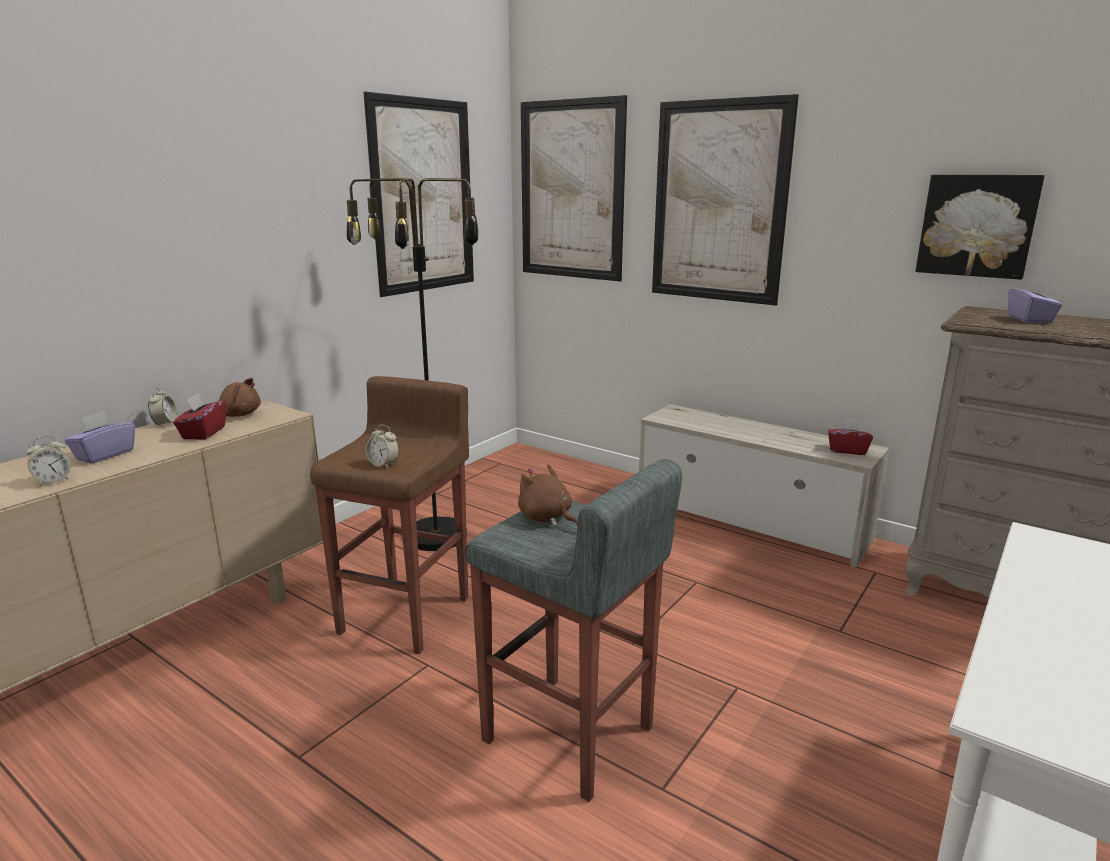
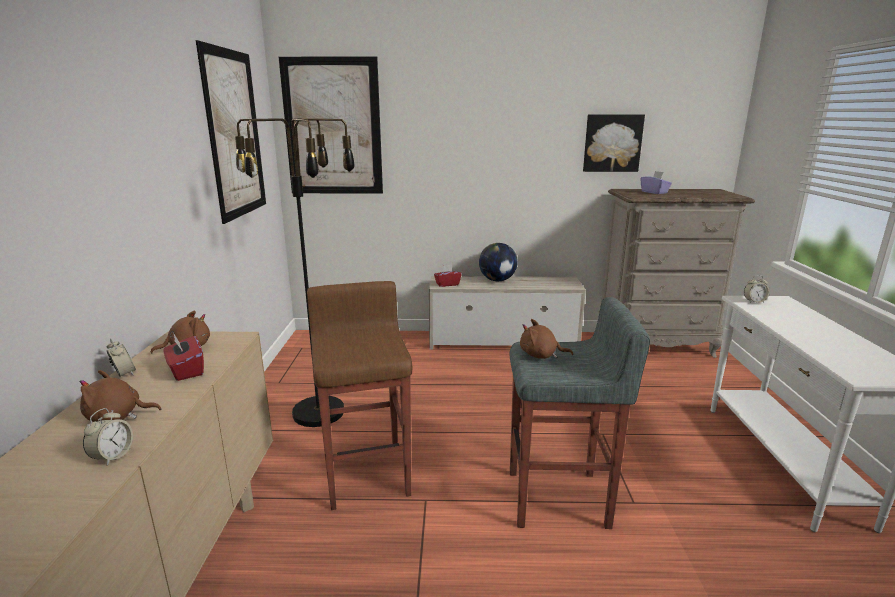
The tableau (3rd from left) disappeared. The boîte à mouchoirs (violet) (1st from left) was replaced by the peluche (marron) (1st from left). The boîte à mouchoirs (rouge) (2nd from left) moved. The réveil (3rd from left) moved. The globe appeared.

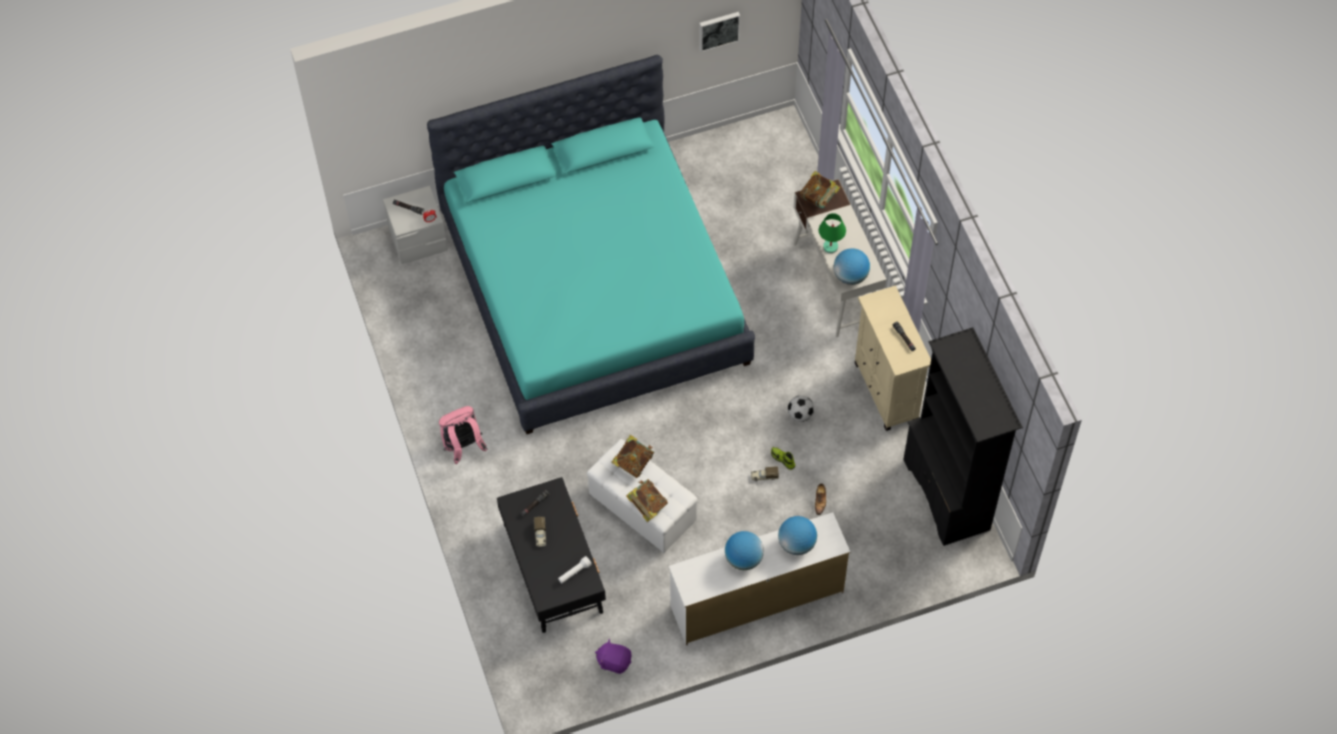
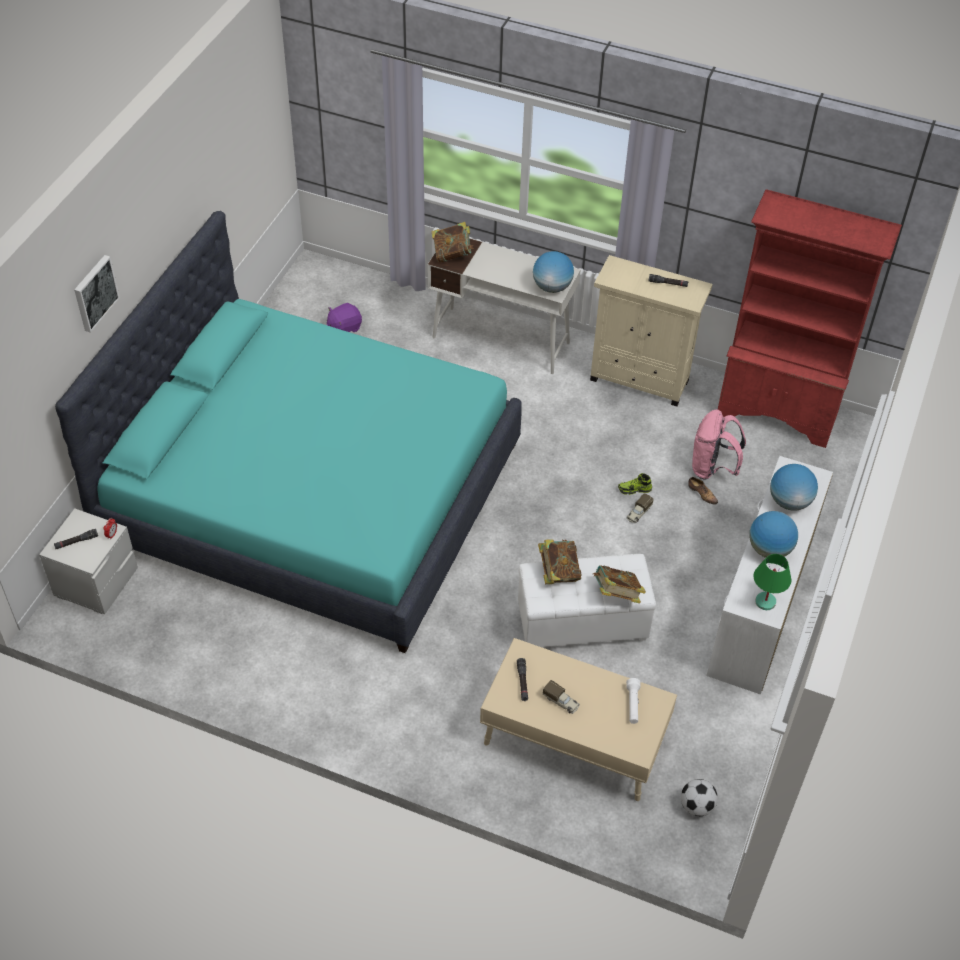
The tableau moved. The lampe de table (vert) moved. The bibliothèque (noir) became the bibliothèque (rouge). The ballon de foot moved. The sac à dos (rose) moved. The table basse (noir) became the table basse (beige). The peluche (violet) moved.

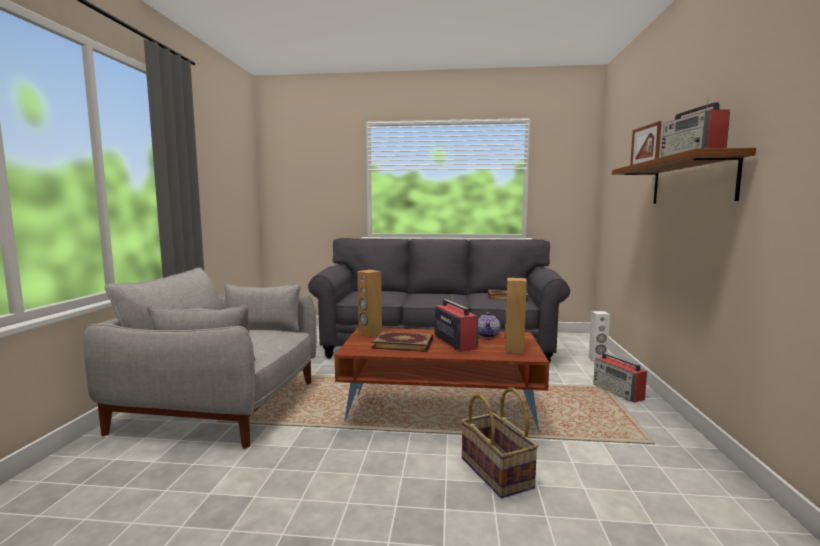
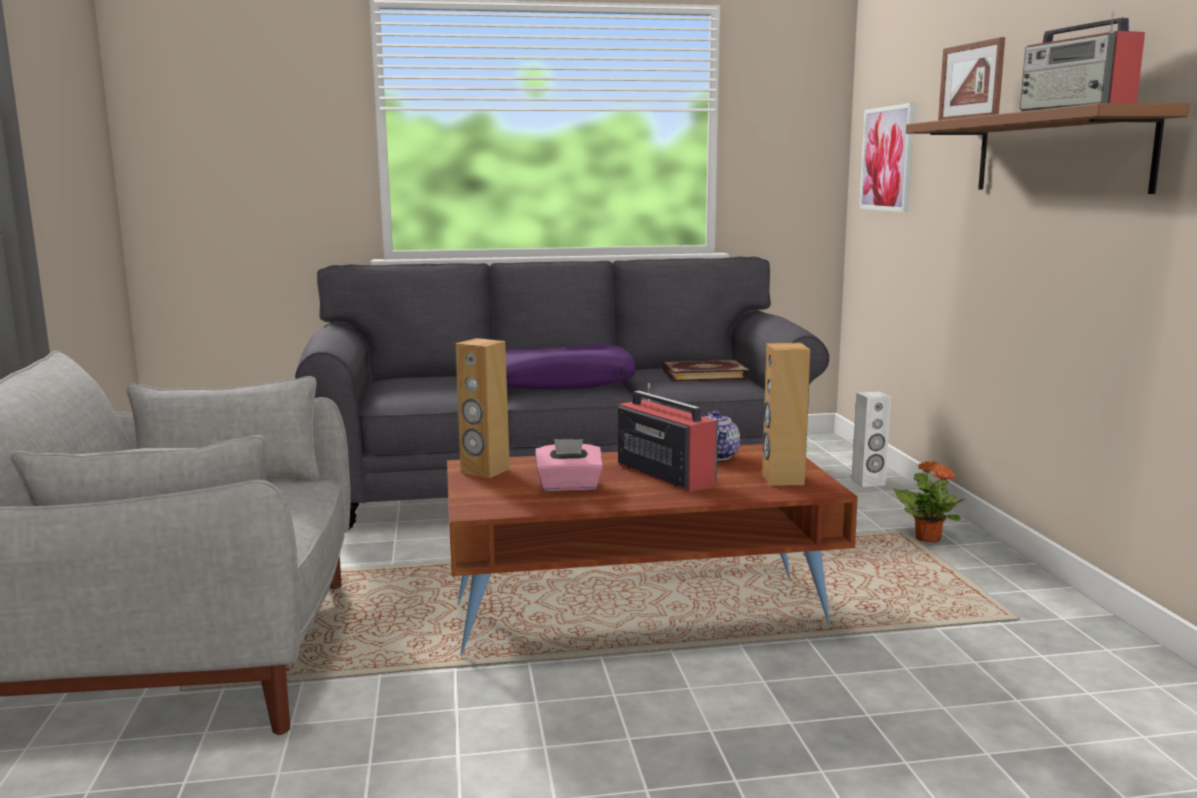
The livre (1st from left) was replaced by the boîte à mouchoirs (rose). The radio (2nd from left) was replaced by the plante en pot. The panier disappeared. The tableau appeared. The coussin (violet) appeared.

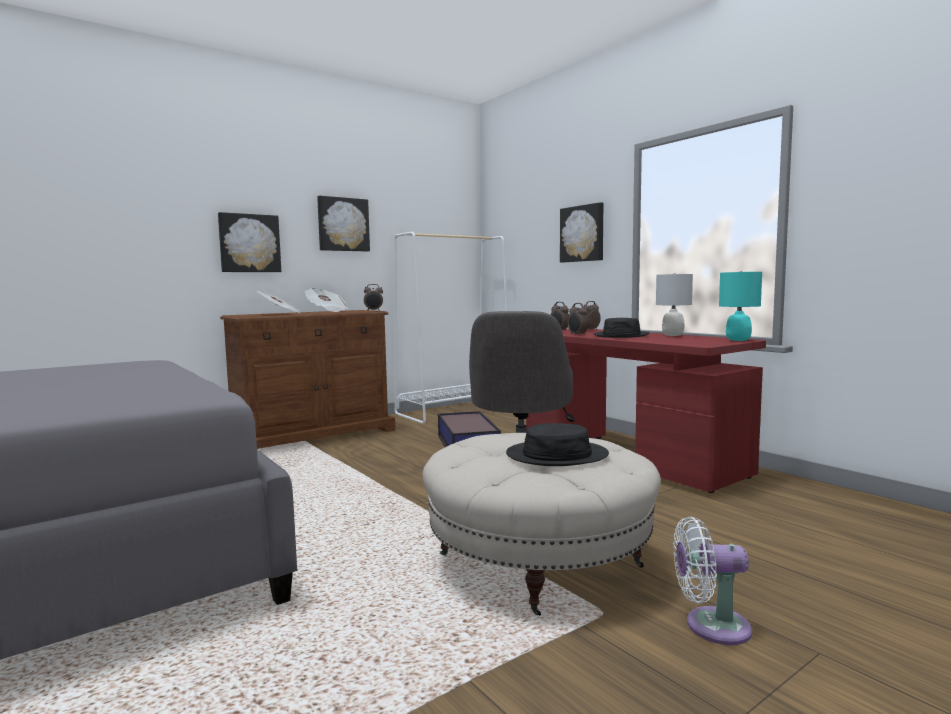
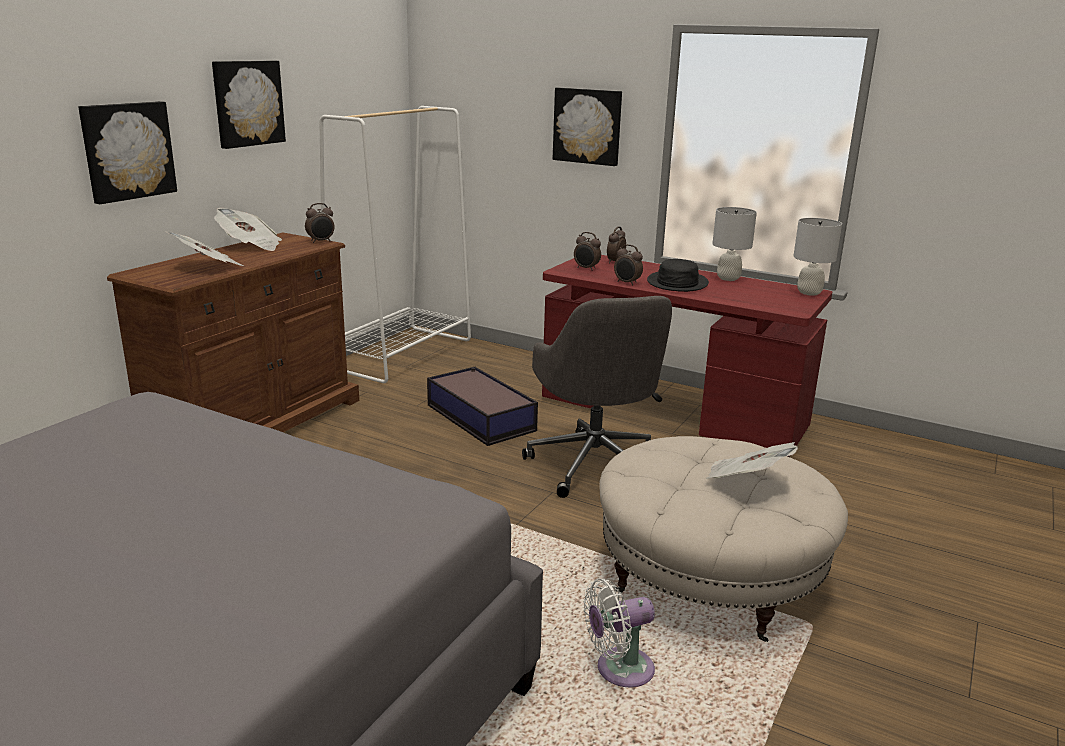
The lampe de table (turquoise) became the lampe de table (gris) (2nd from left). The chapeau (noir) (1st from left) was replaced by the journal (3rd from left). The ventilateur (blanc) moved.

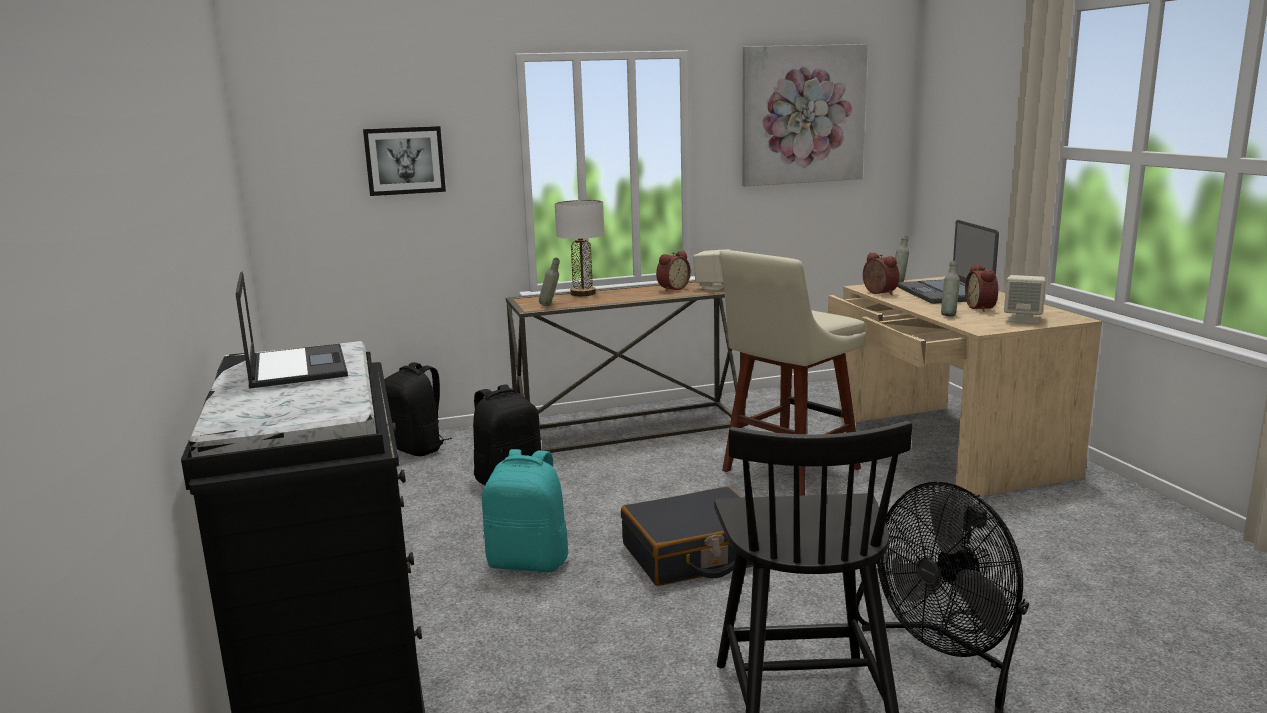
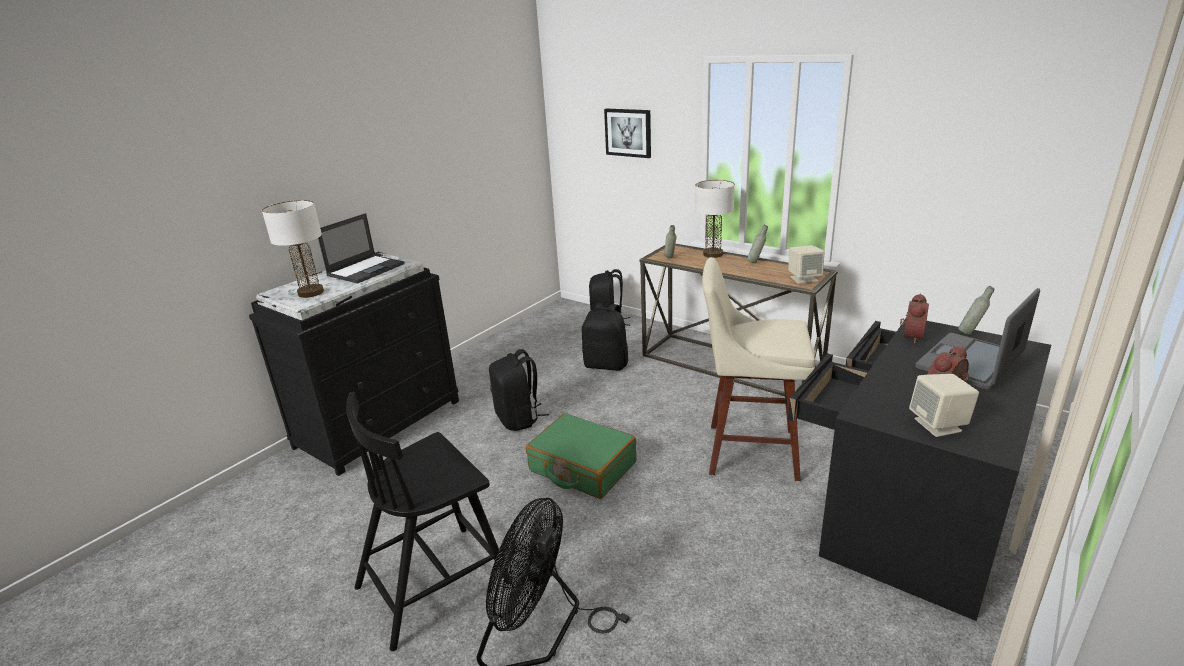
The tableau (2nd from left) disappeared. The réveil (1st from left) disappeared. The bouteille (gris) (3rd from left in the first image) moved. The bureau (beige) became the bureau (noir). The sac à dos (turquoise) became the sac à dos (noir) (1st from left). The valise (noir) became the valise (vert). The lampe de table (1st from left) appeared.

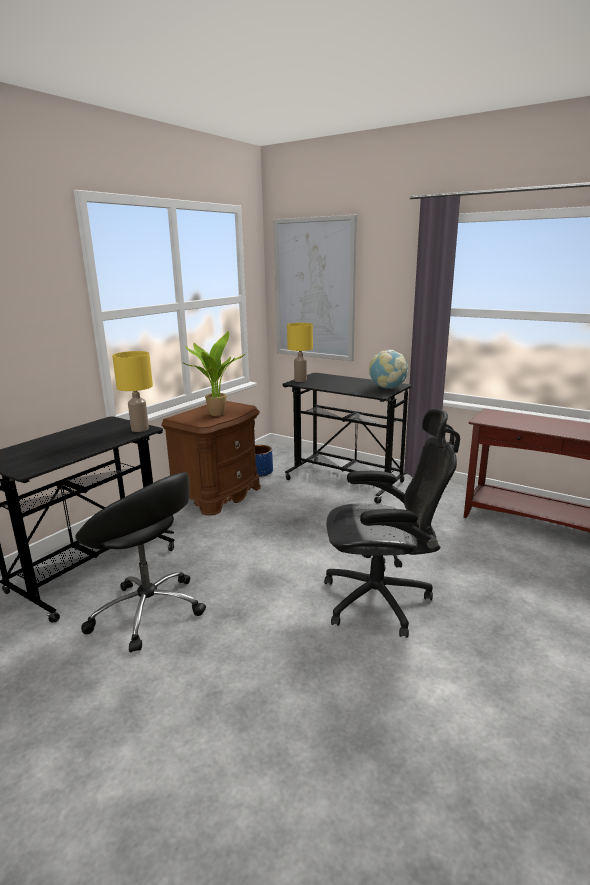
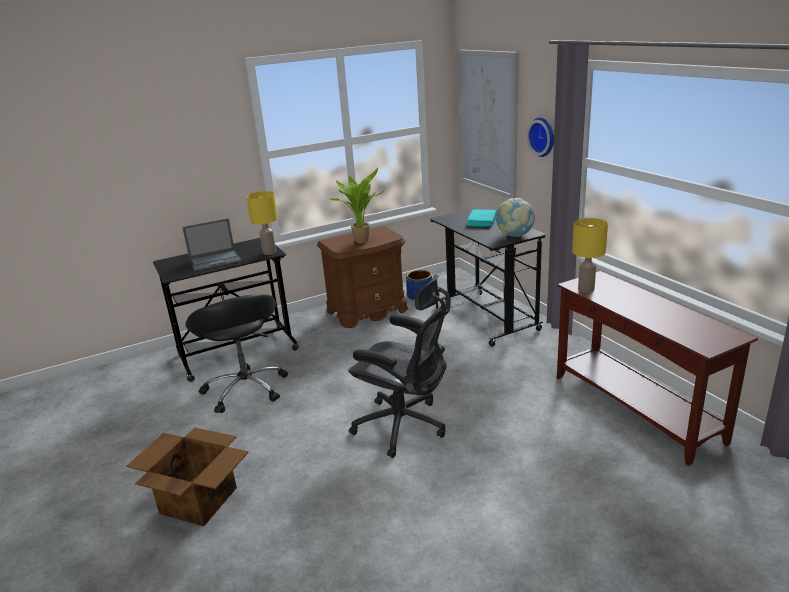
The lampe de table (jaune) (2nd from left) moved. The horloge murale appeared. The livre (turquoise) appeared. The ordinateur portable appeared. The carton appeared.

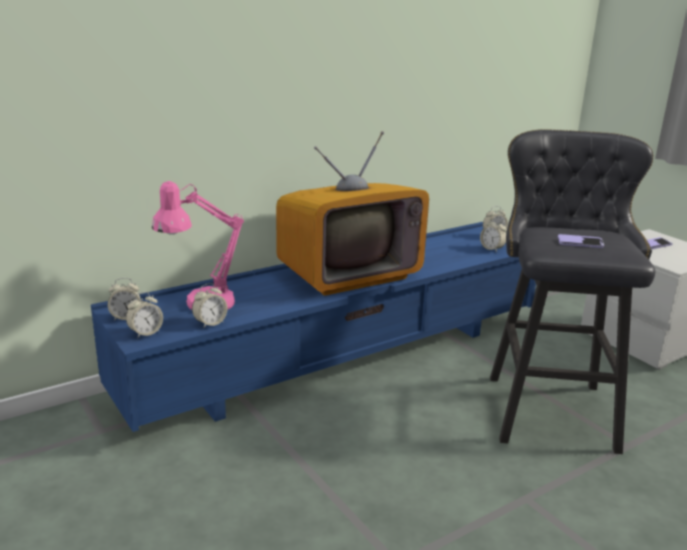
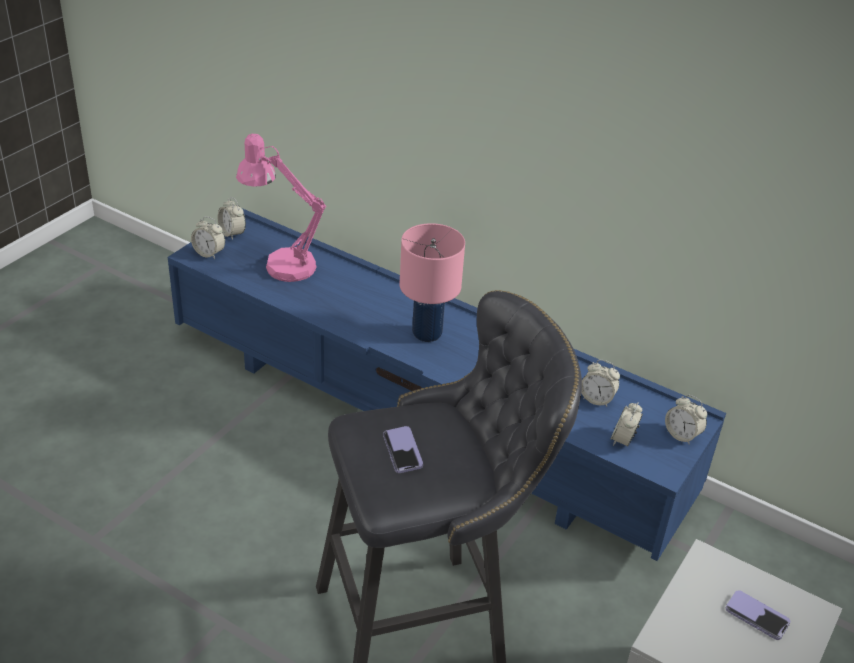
The téléviseur was replaced by the lampe de table (rose) (2nd from left). The réveil (3rd from left) moved.

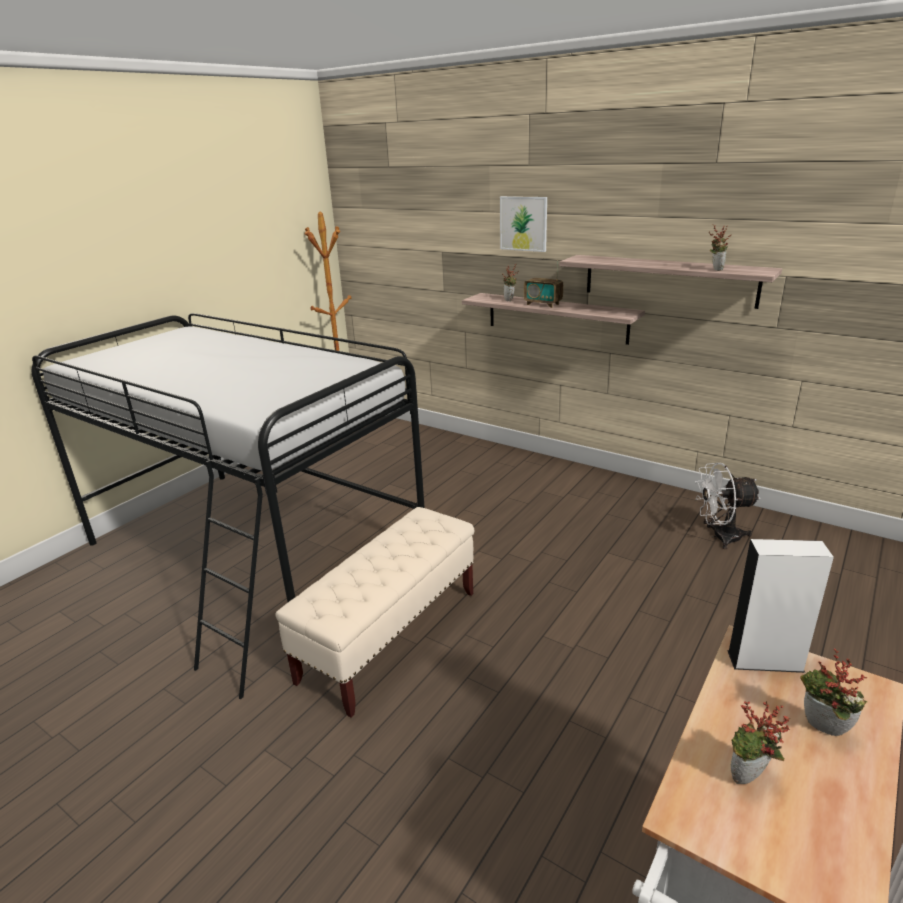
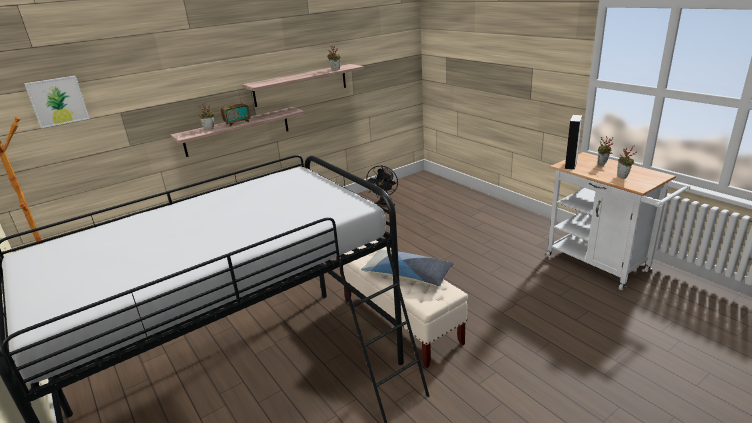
The tableau moved. The ventilateur (blanc) became the ventilateur (noir). The coussin appeared.

